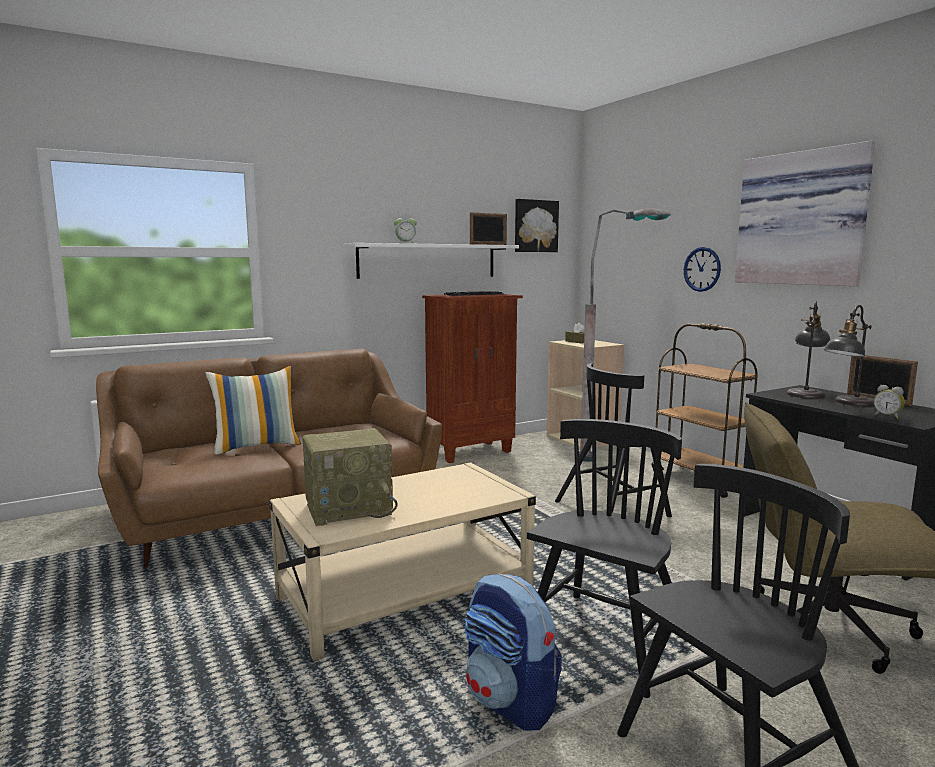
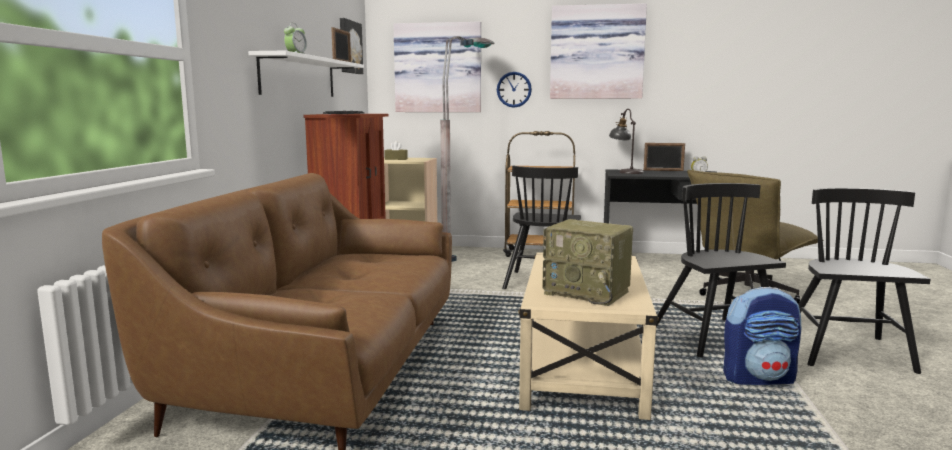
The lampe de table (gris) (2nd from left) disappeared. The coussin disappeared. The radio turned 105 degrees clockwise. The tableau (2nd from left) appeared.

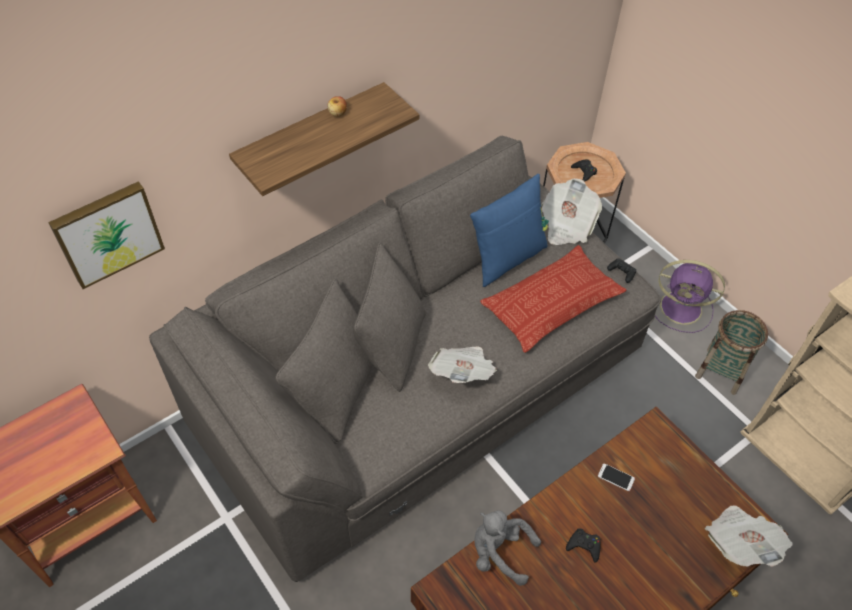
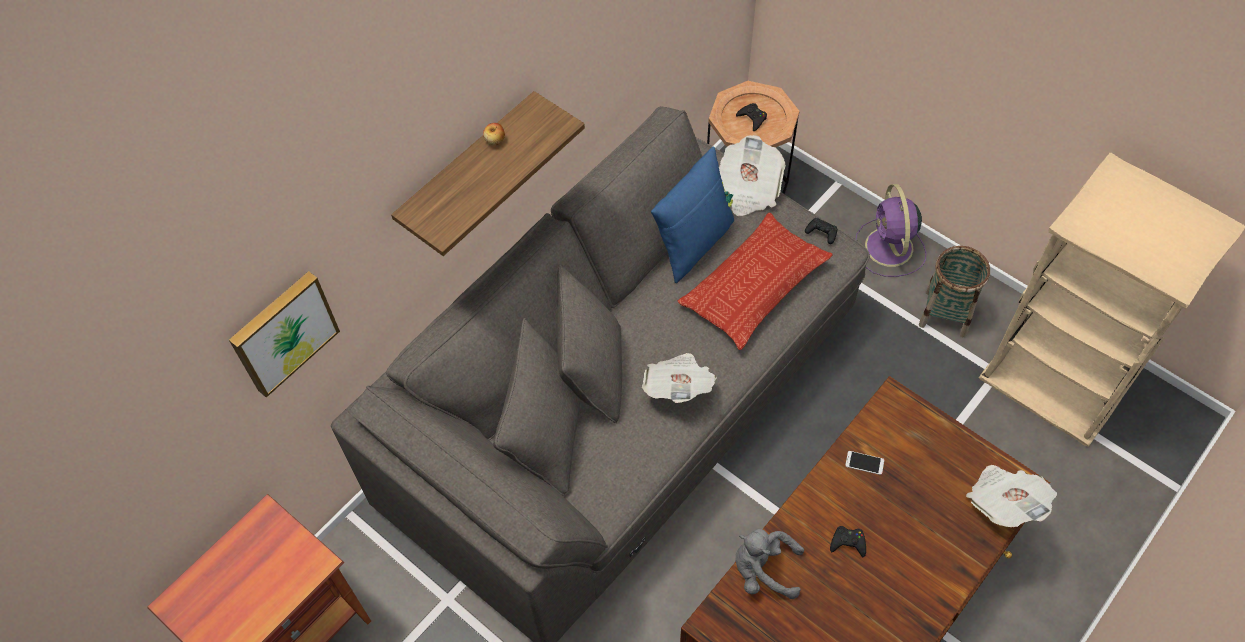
The ventilateur (violet) turned 75 degrees clockwise.

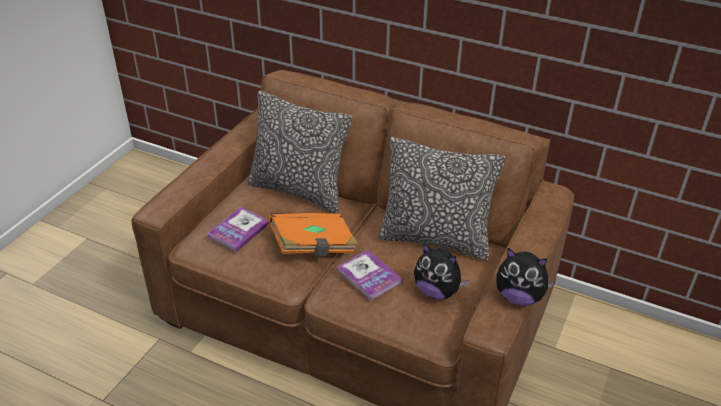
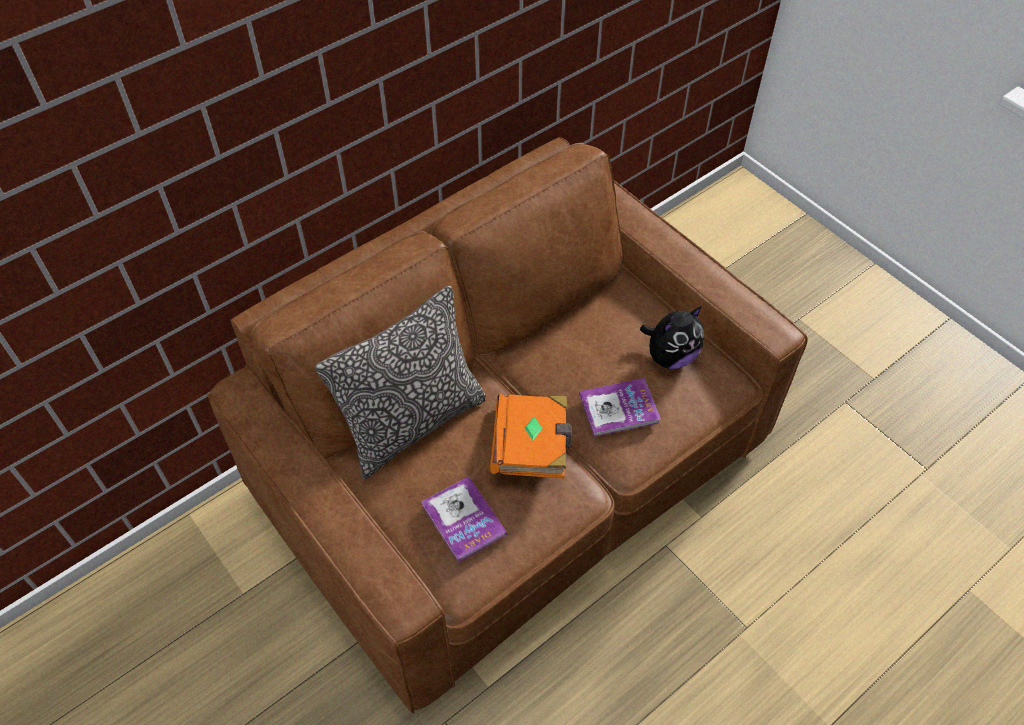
The coussin (2nd from left) disappeared. The peluche (2nd from left) disappeared.

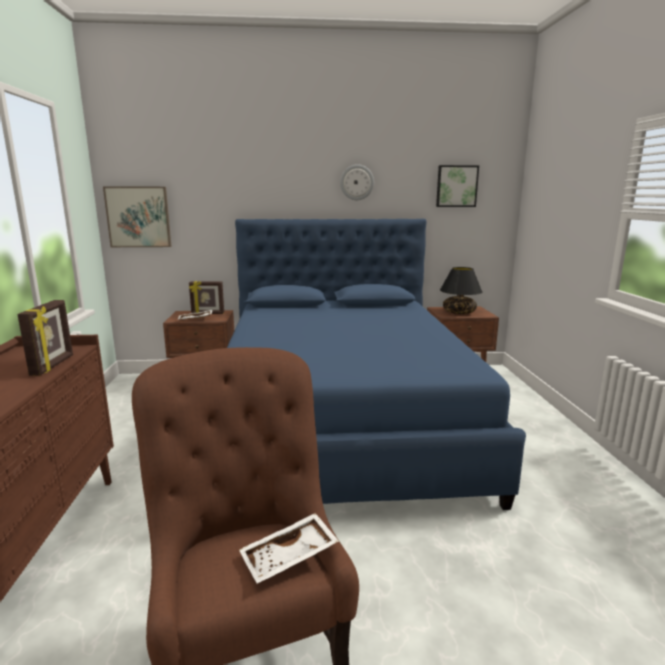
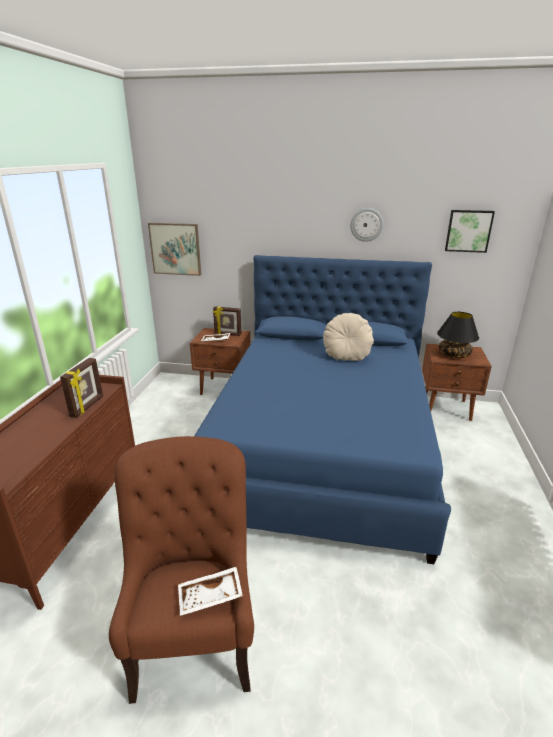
The coussin (beige) appeared.

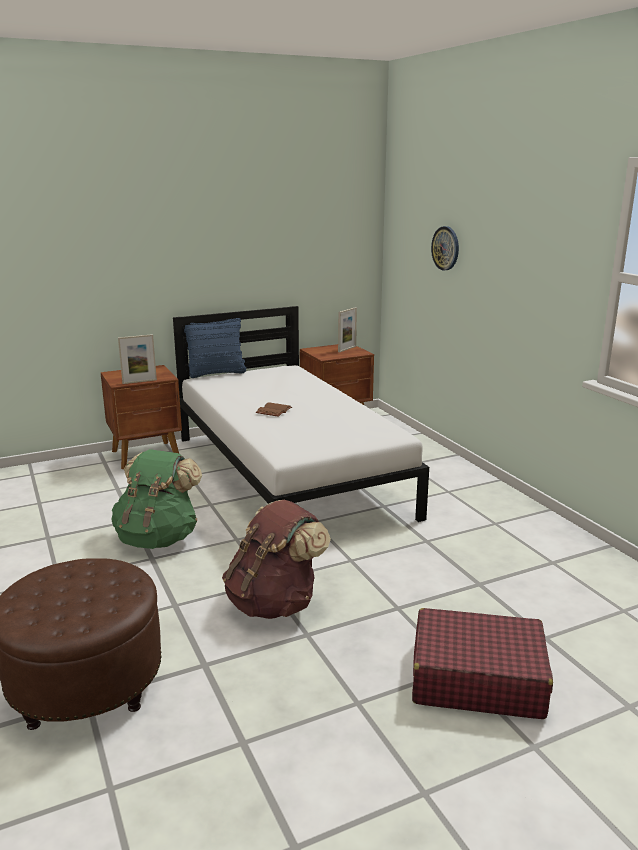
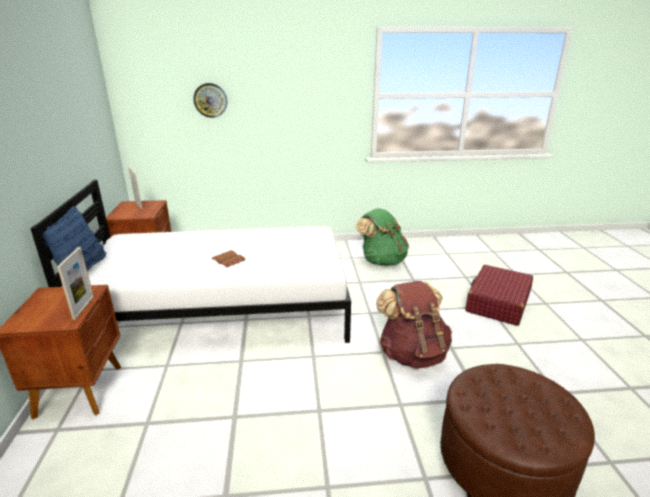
The sac à dos (vert) moved.

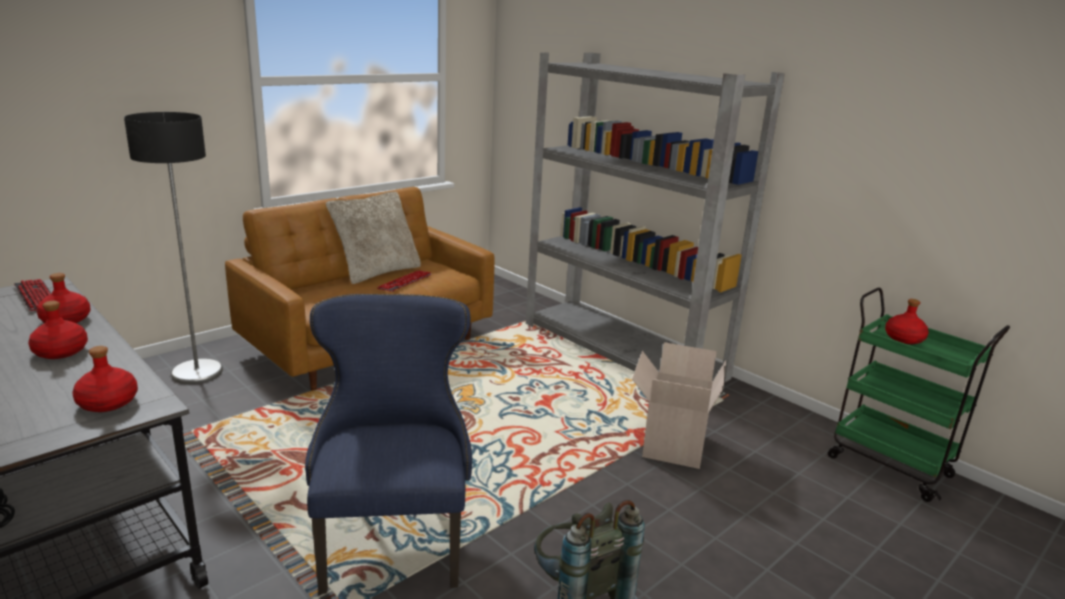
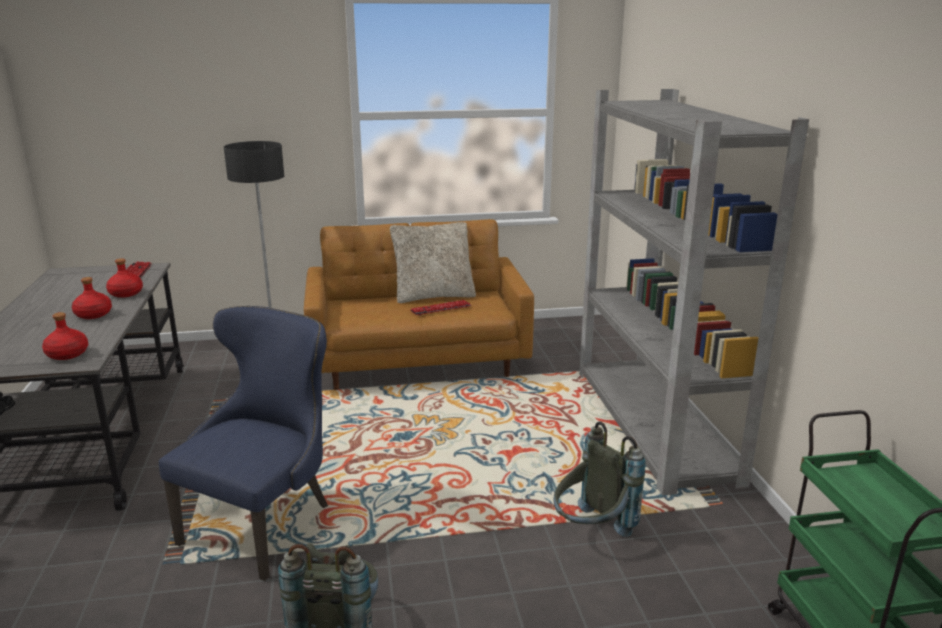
The bouteille (rouge) (4th from left) disappeared. The carton was replaced by the sac à dos (gris) (2nd from left).

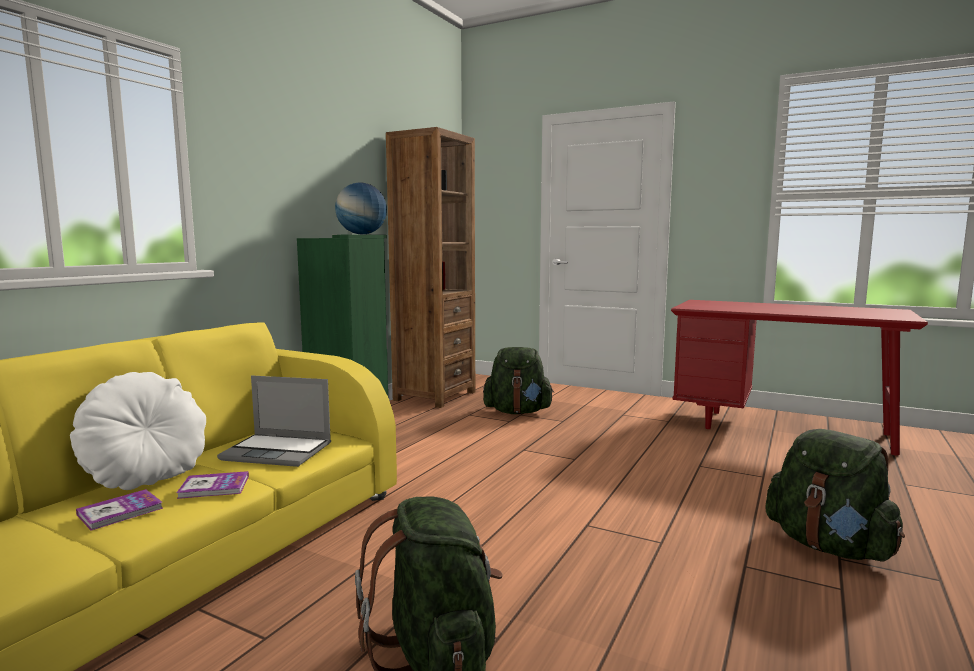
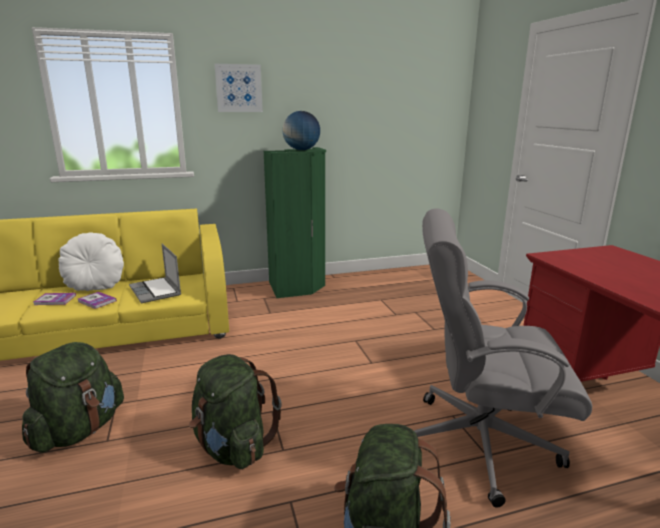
The bibliothèque (marron) disappeared. The sac à dos (vert) (2nd from left) moved. The tableau appeared. The chaise de bureau (gris) appeared.

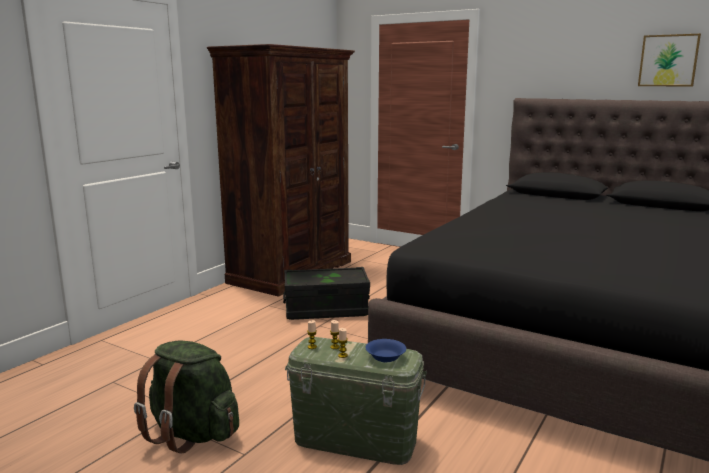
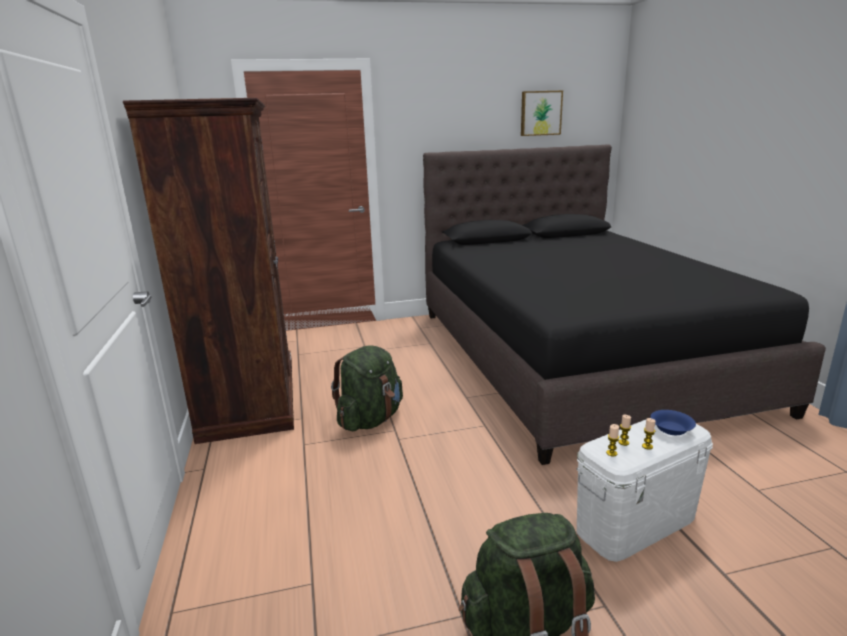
The boîte de rangement (noir) was replaced by the sac à dos (vert) (1st from left). The boîte de rangement (vert) became the boîte de rangement (blanc).

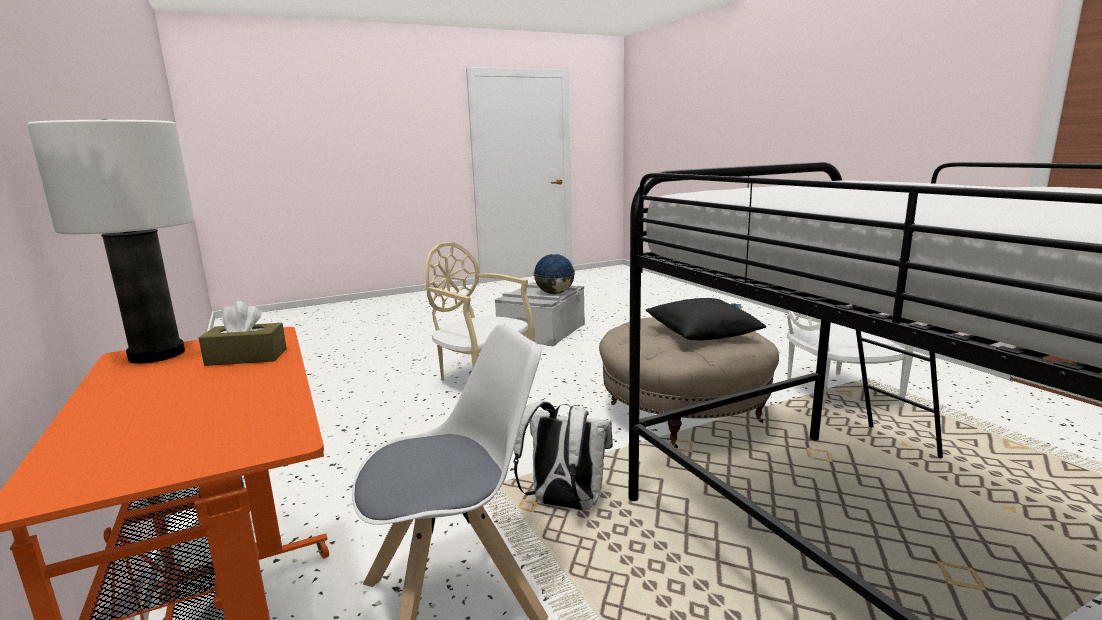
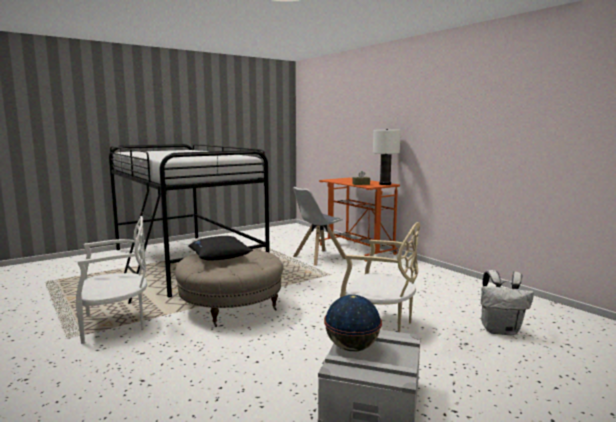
The sac à dos (blanc) moved.

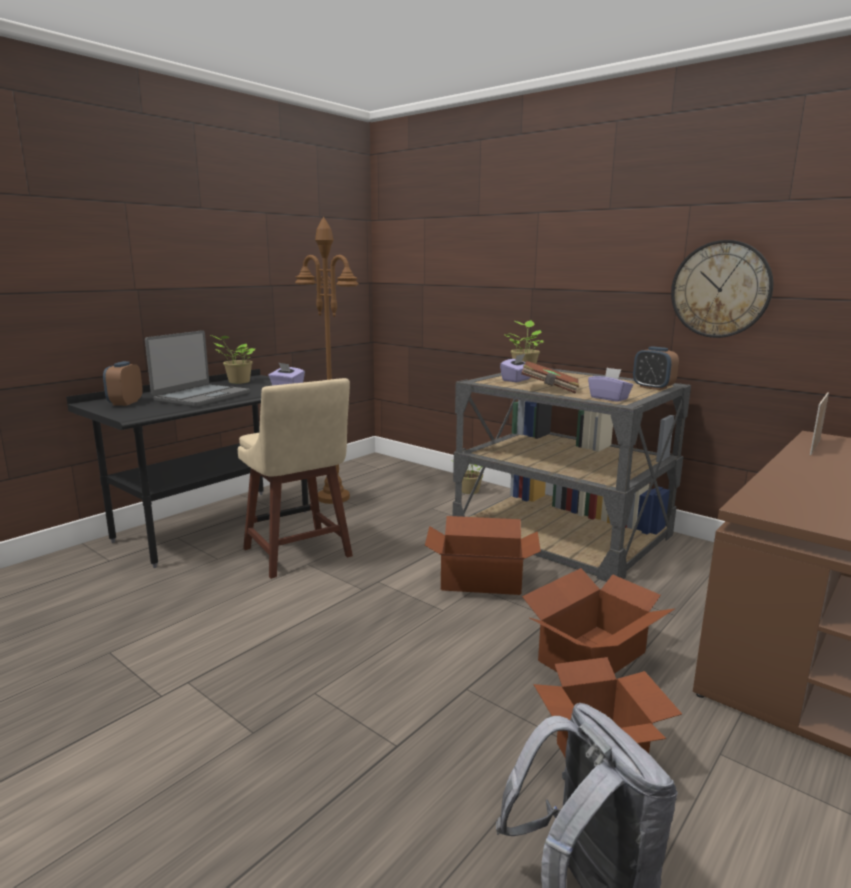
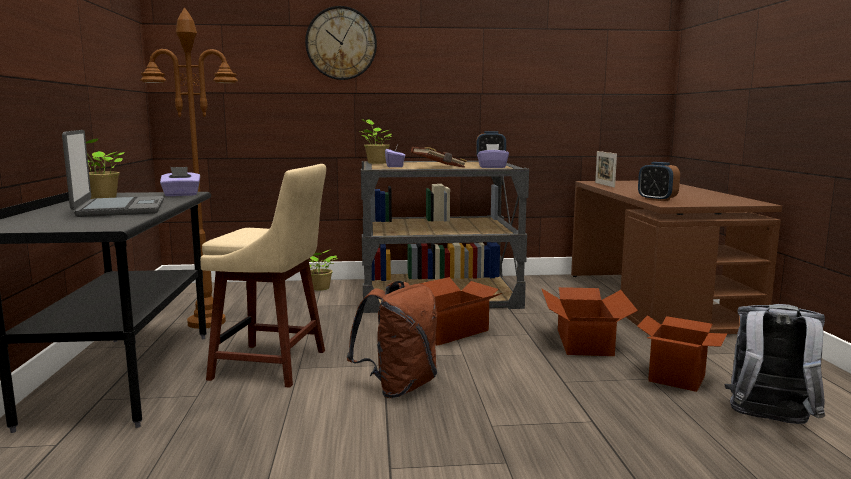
The horloge murale moved. The réveil (1st from left in the first image) moved. The sac à dos (marron) appeared.

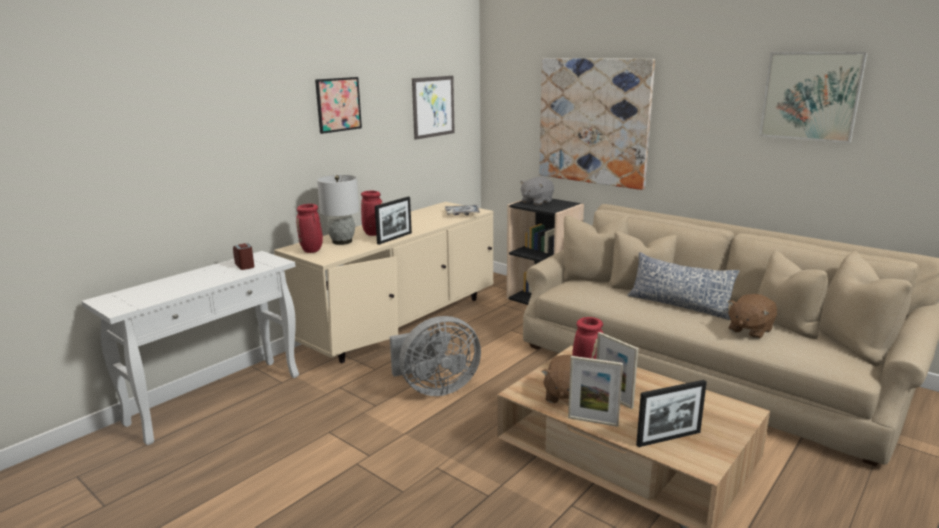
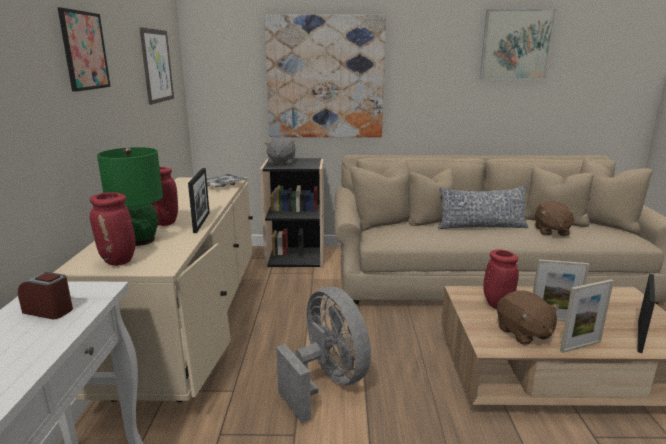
The lampe de table (blanc) became the lampe de table (vert). The ventilateur (gris) turned 60 degrees counterclockwise.

